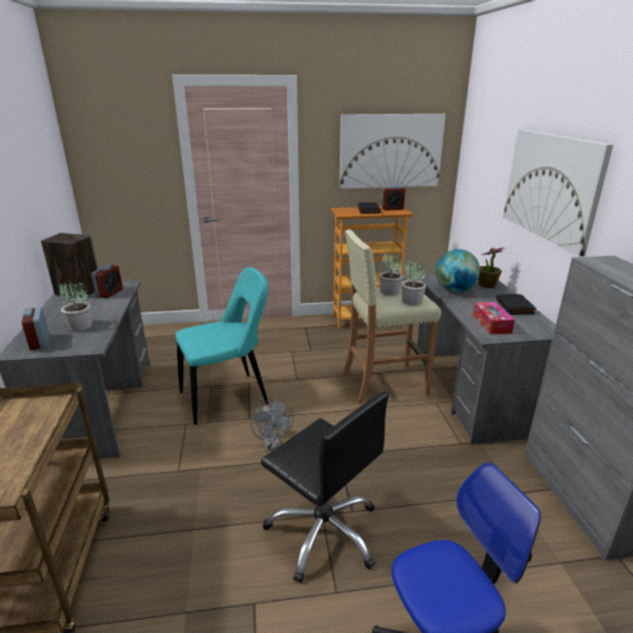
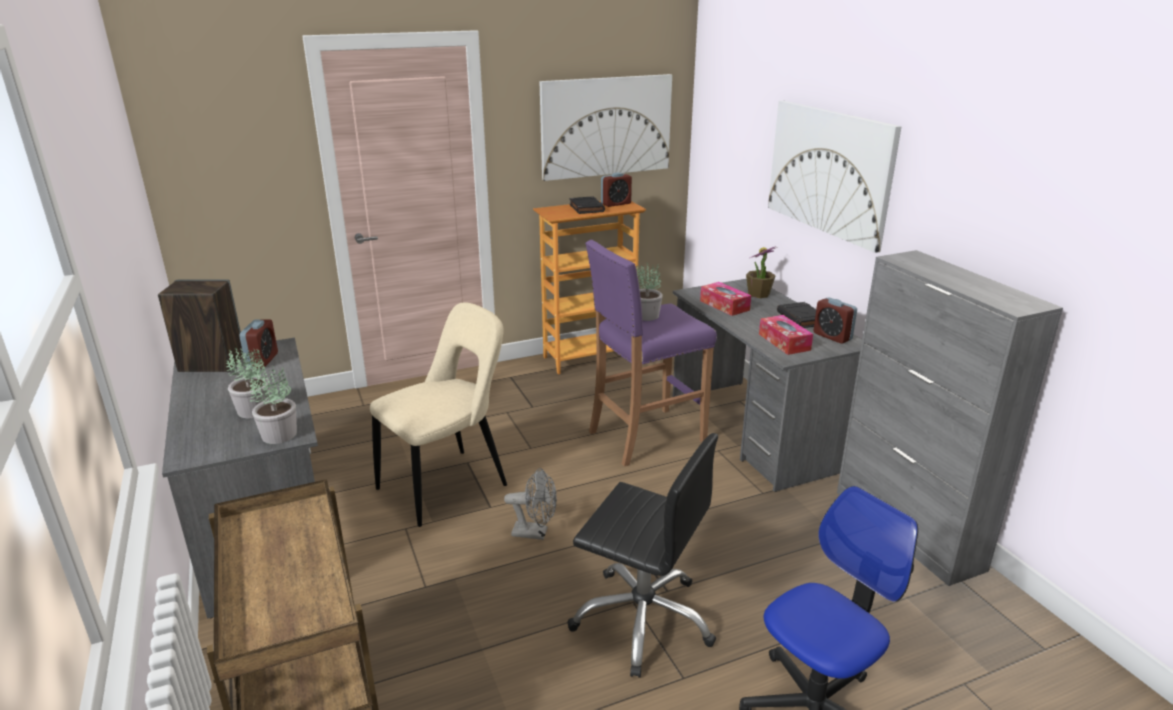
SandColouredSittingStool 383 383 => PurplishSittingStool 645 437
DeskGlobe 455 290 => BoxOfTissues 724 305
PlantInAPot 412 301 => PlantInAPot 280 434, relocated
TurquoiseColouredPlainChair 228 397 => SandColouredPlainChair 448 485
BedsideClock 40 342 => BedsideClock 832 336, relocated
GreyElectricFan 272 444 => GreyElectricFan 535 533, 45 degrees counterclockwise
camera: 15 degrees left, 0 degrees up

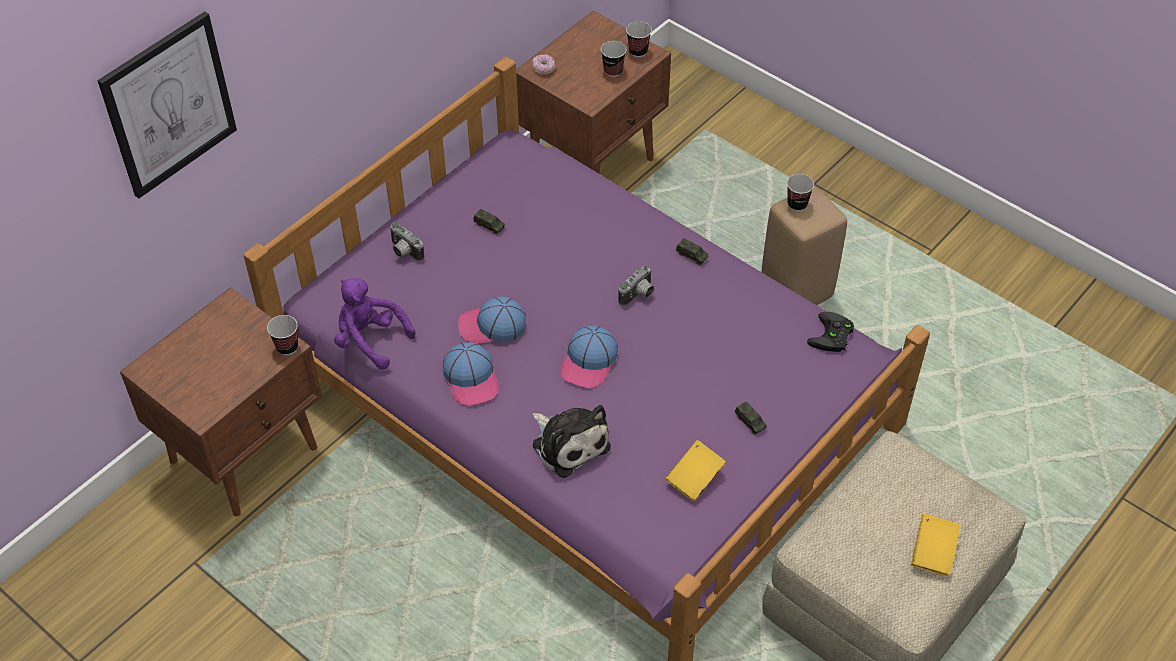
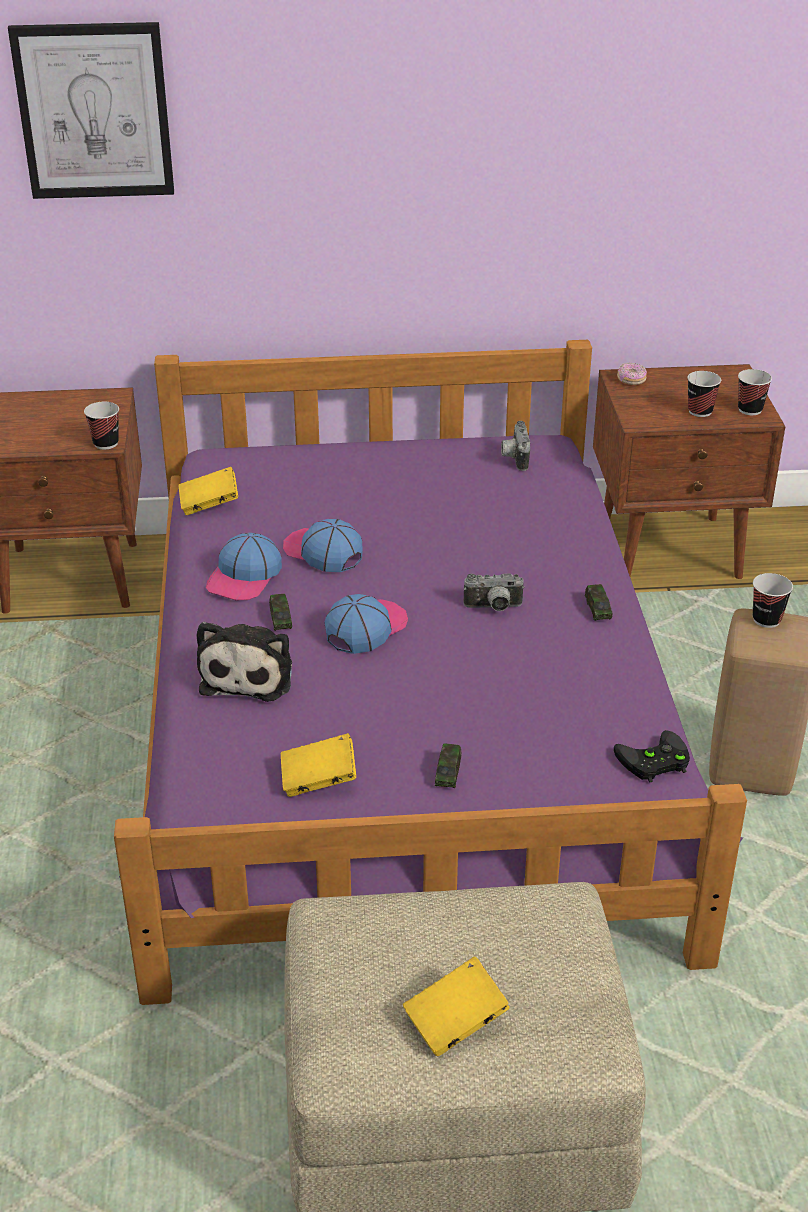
ToyCar 489 225 => ToyCar 280 619, relocated
PhotoCamera 404 252 => PhotoCamera 514 458, relocated
PurplishSoftToy 370 340 => YellowBook 209 504
PeakedCap 589 362 => PeakedCap 365 628, 150 degrees clockwise
camera: 45 degrees right, 15 degrees down

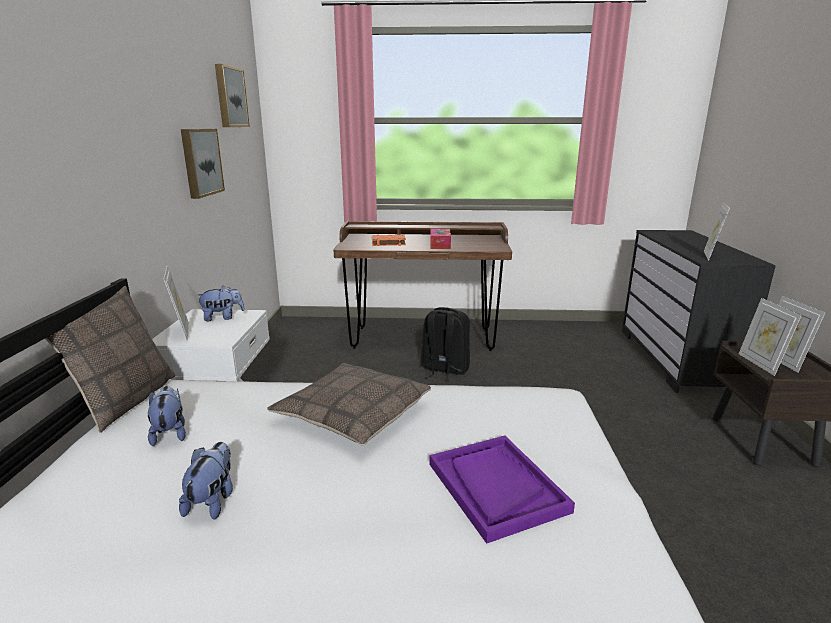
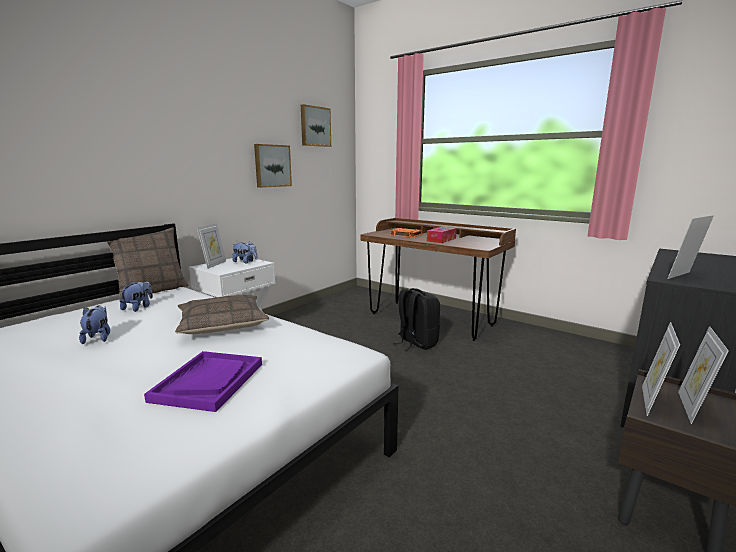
SoftToy 213 501 => SoftToy 98 338, 60 degrees counterclockwise
camera: 35 degrees right, 5 degrees down

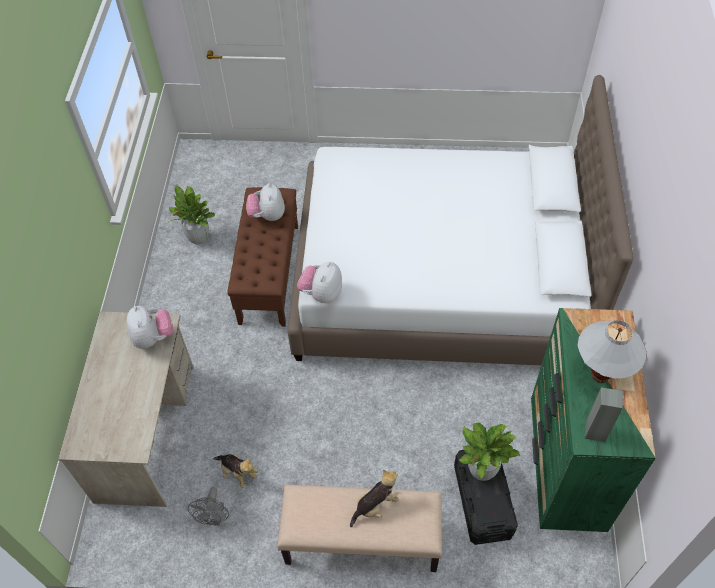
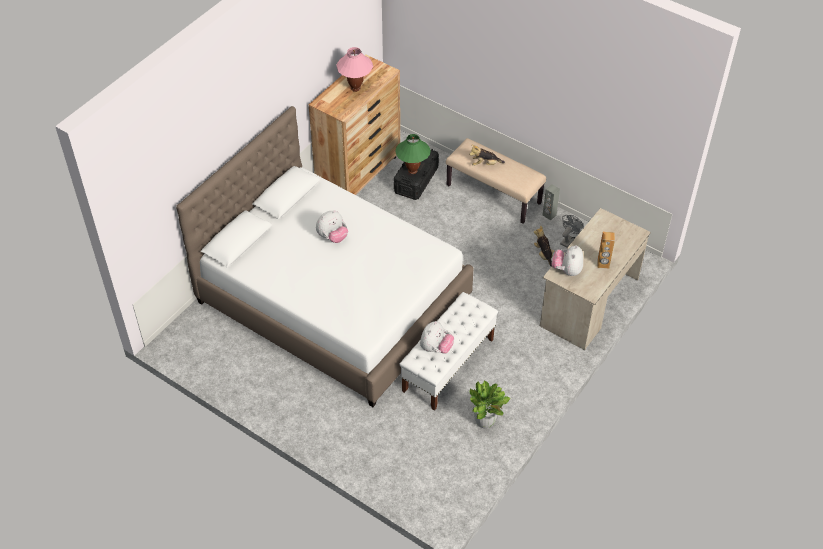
BrownIndoorBench 269 274 => WhitishIndoorBench 448 364
SoftToy 322 293 => SoftToy 332 237, relocated
GreenDrawerChest 565 467 => BrownDrawerChest 359 173
WhitishLampForATable 600 375 => PinkishLampForATable 355 88
GreySpeaker 595 431 => GreySpeaker 549 215, relocated
PlantInAPot 481 471 => GreenLampForATable 412 171
nothing => BrownSpeaker 603 264
camera: 150 degrees left, 5 degrees down

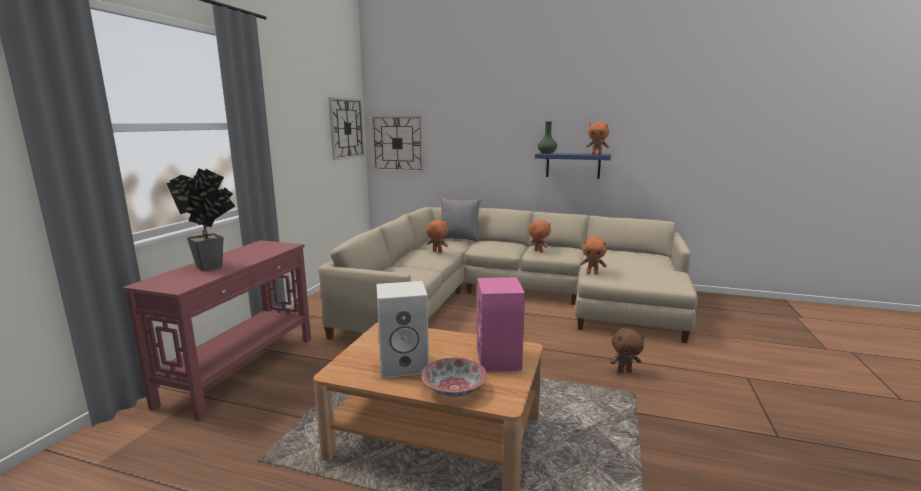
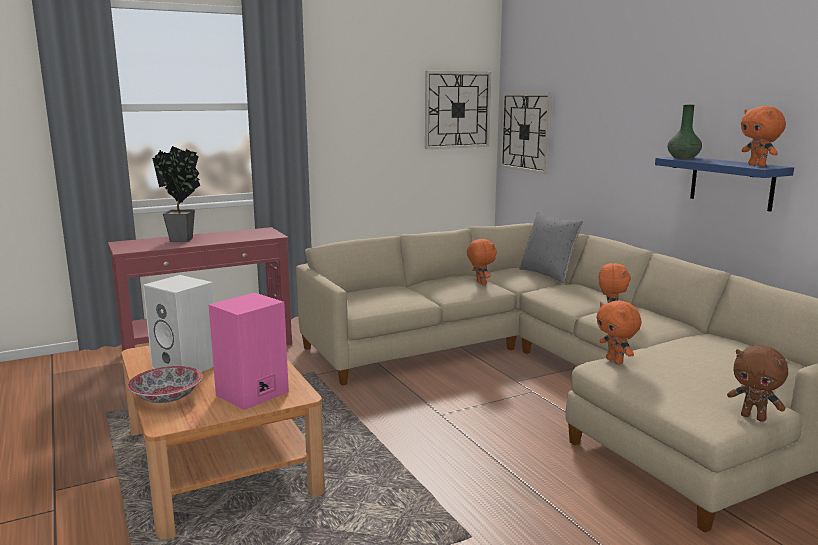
BrownSoftToy 624 371 => BrownSoftToy 753 417, relocated
camera: 45 degrees right, 0 degrees up

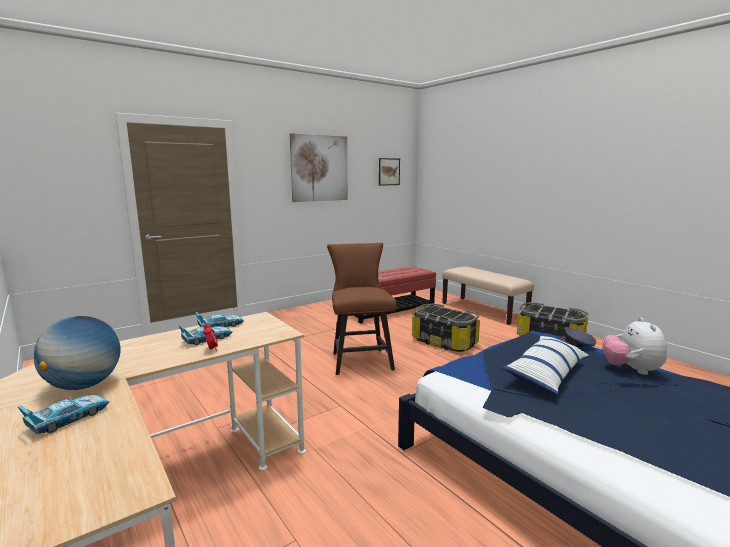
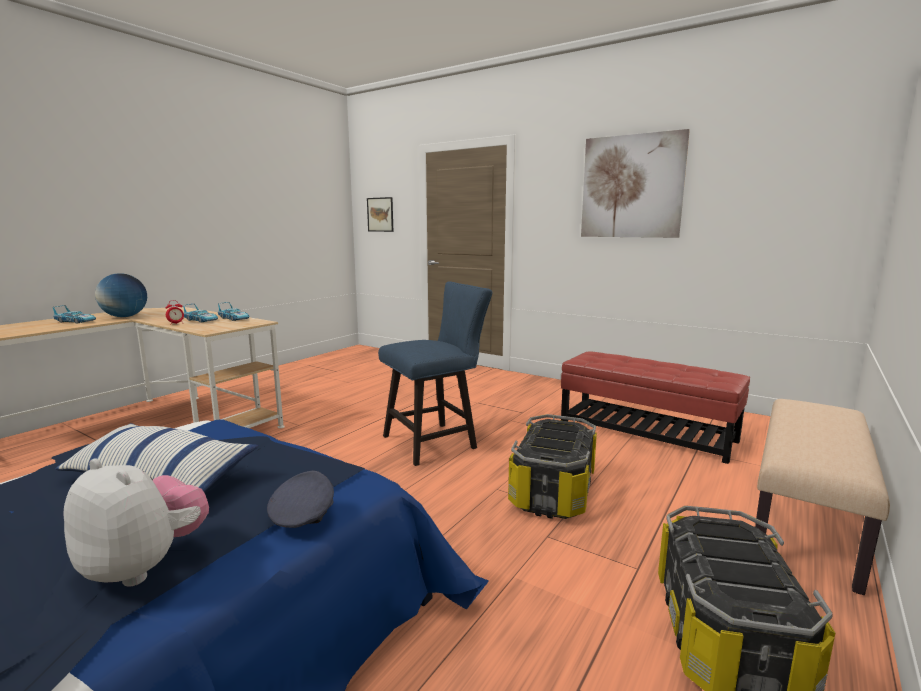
WallArt 389 171 => WallArt 380 214, relocated
BrownPlainChair 360 359 => BlueColouredPlainChair 436 441
SoftToy 631 370 => SoftToy 145 565, 45 degrees clockwise
camera: 70 degrees right, 0 degrees up

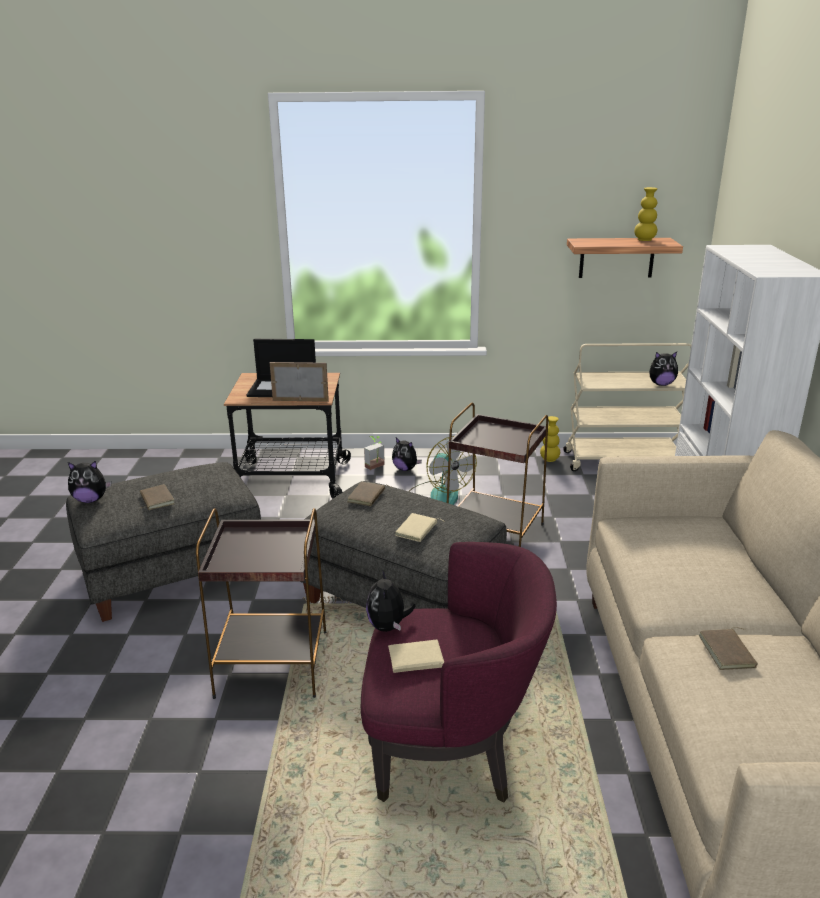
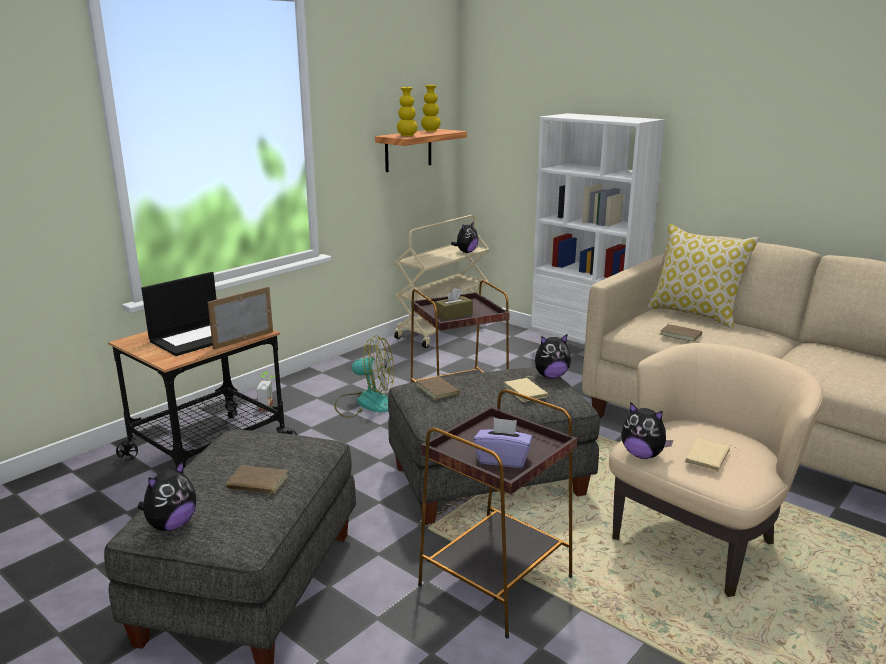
YellowDecorativeVase 549 459 => YellowDecorativeVase 407 136, relocated
SoftToy 405 469 => SoftToy 551 376, relocated
PurplishArmchair 452 749 => SandColouredArmchair 698 540
BrownBook 728 652 => BrownBook 681 334, relocated
nothing => ThrowPillow 695 315
nothing => BrownBoxOfTissues 453 315
nothing => PurplishBoxOfTissues 502 459
camera: 50 degrees left, 5 degrees down

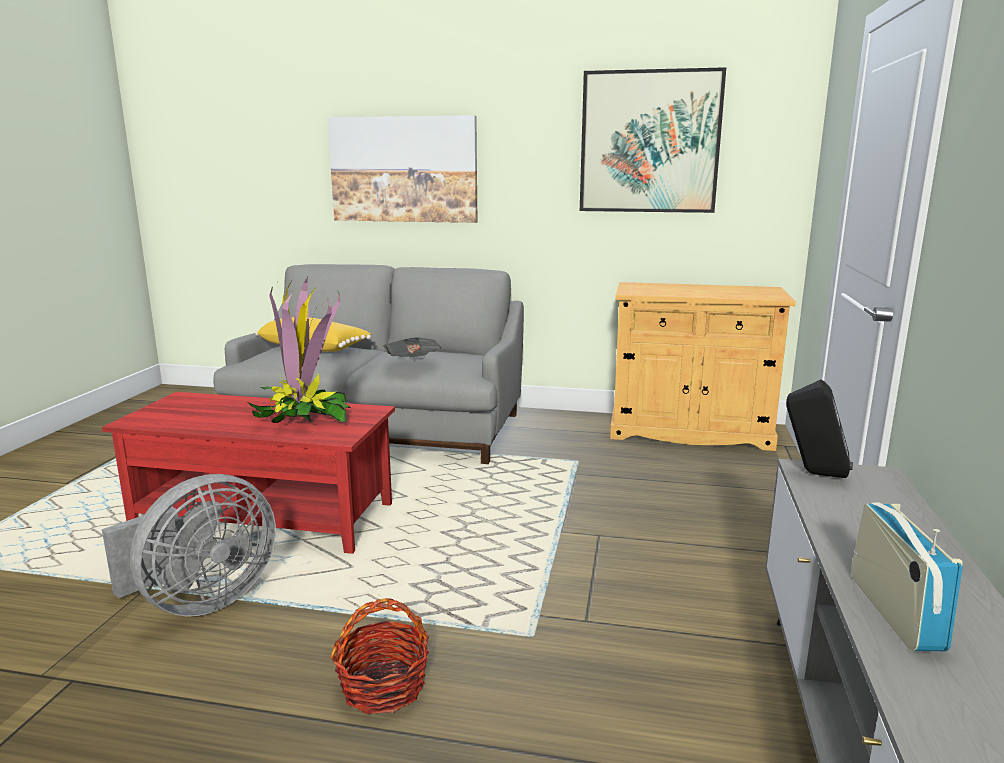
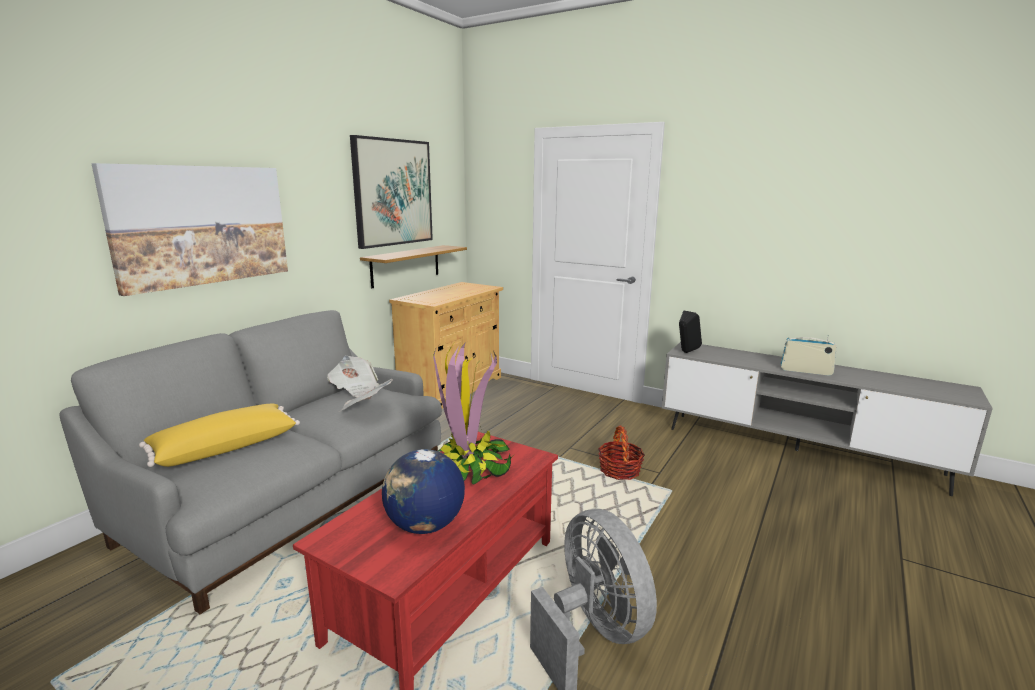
Basket 383 686 => Basket 619 470, relocated
nothing => Shelf 406 265
nothing => Newspaper 353 388
nothing => DeskGlobe 424 526
camera: 70 degrees left, 0 degrees up

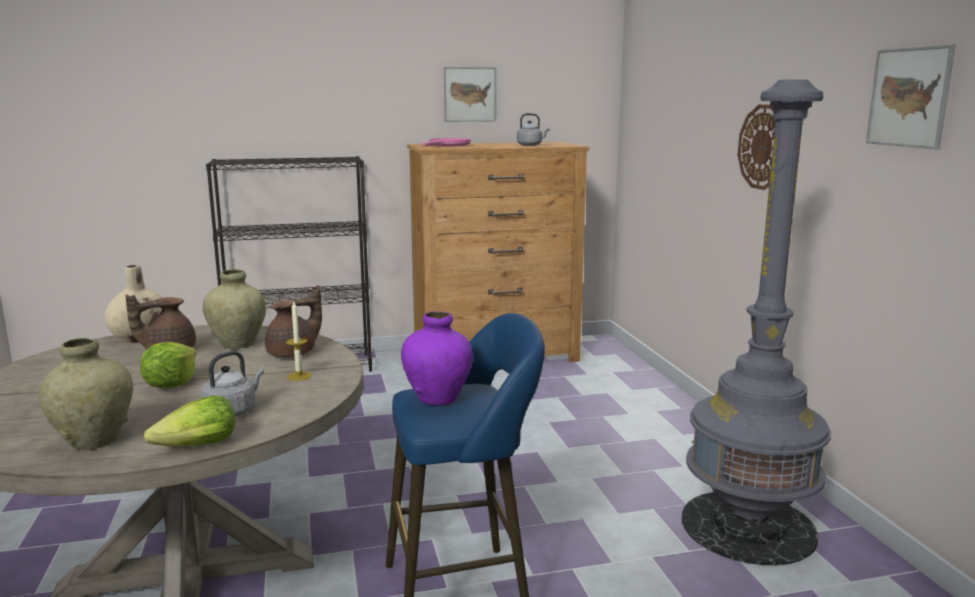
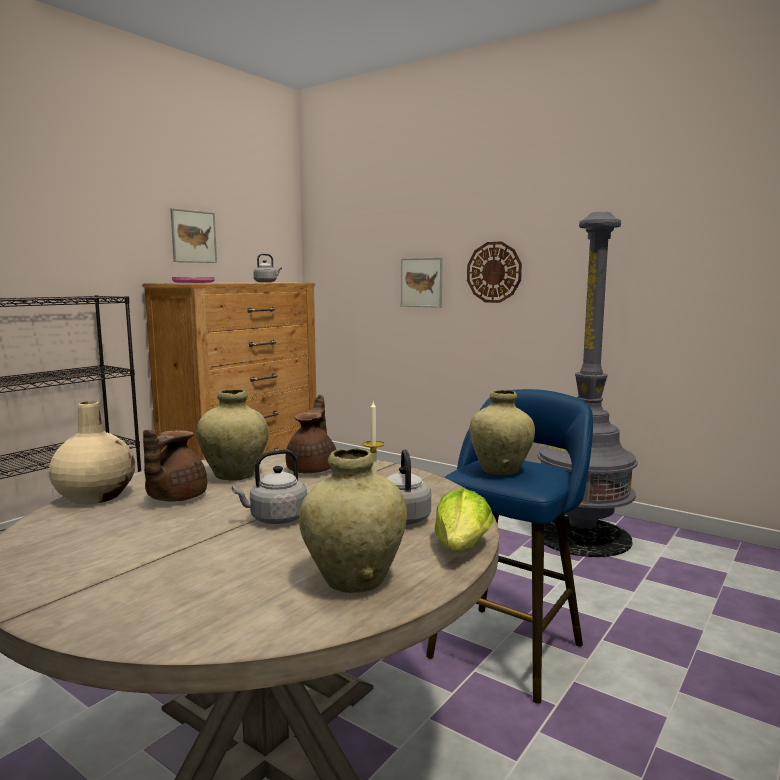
WallArt 909 97 => WallArt 421 282, relocated
PurplishDecorativeVase 437 399 => SandColouredDecorativeVase 500 470
HeadOfLettuce 171 385 => GreyWaterKettle 275 519
camera: 40 degrees left, 5 degrees down

